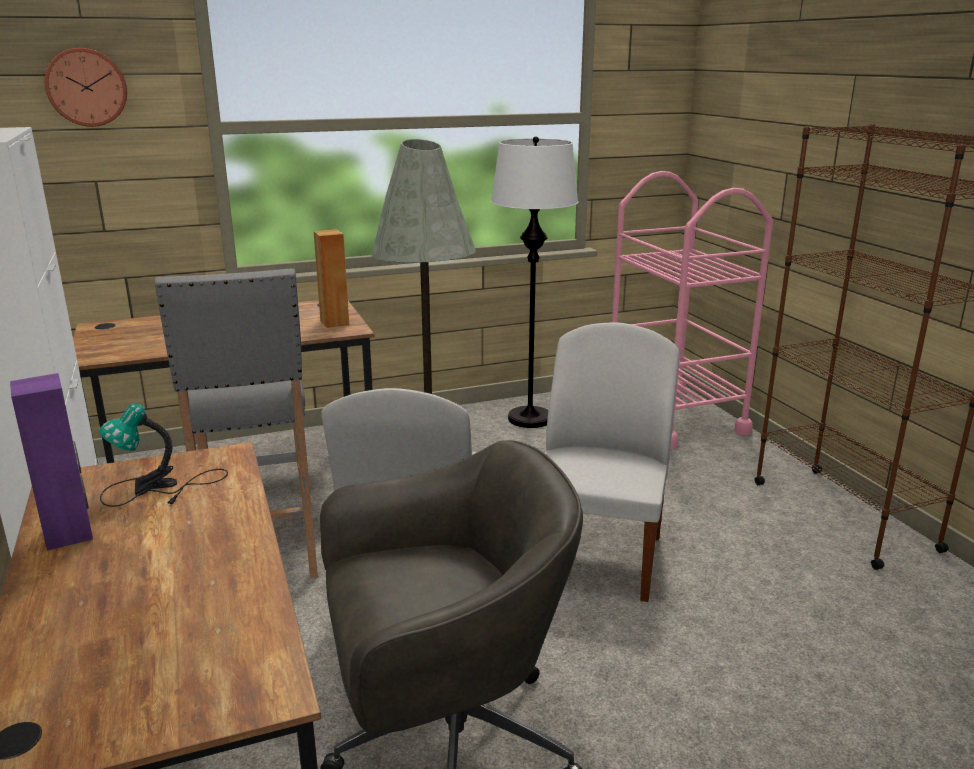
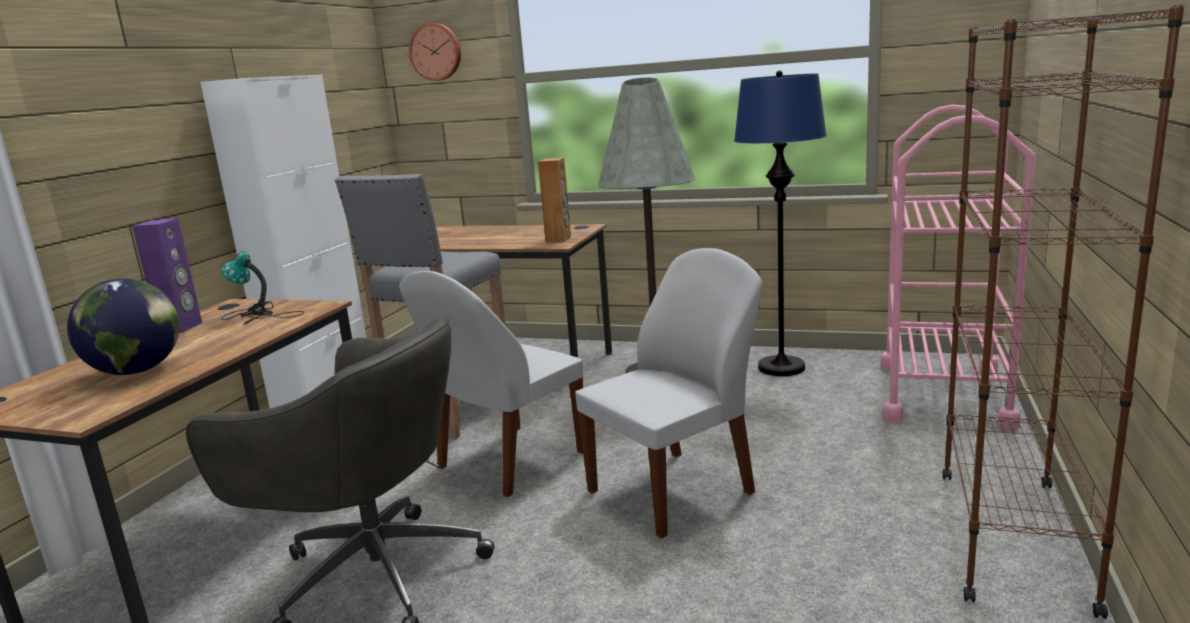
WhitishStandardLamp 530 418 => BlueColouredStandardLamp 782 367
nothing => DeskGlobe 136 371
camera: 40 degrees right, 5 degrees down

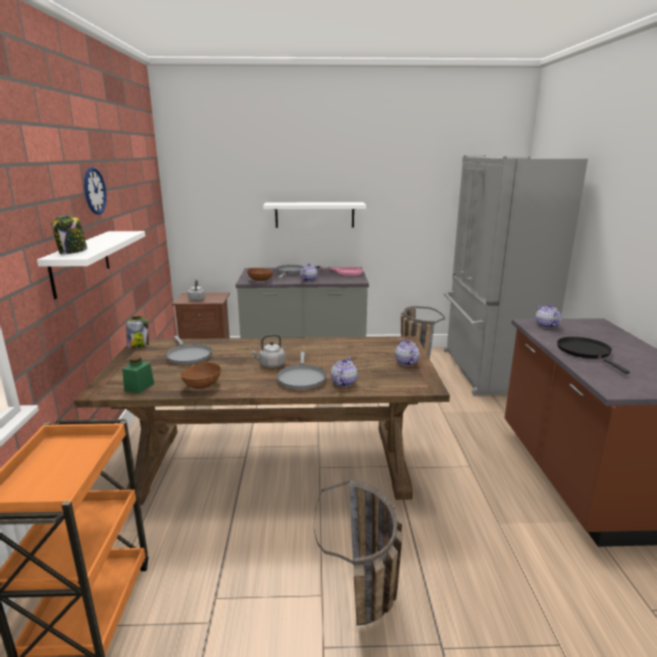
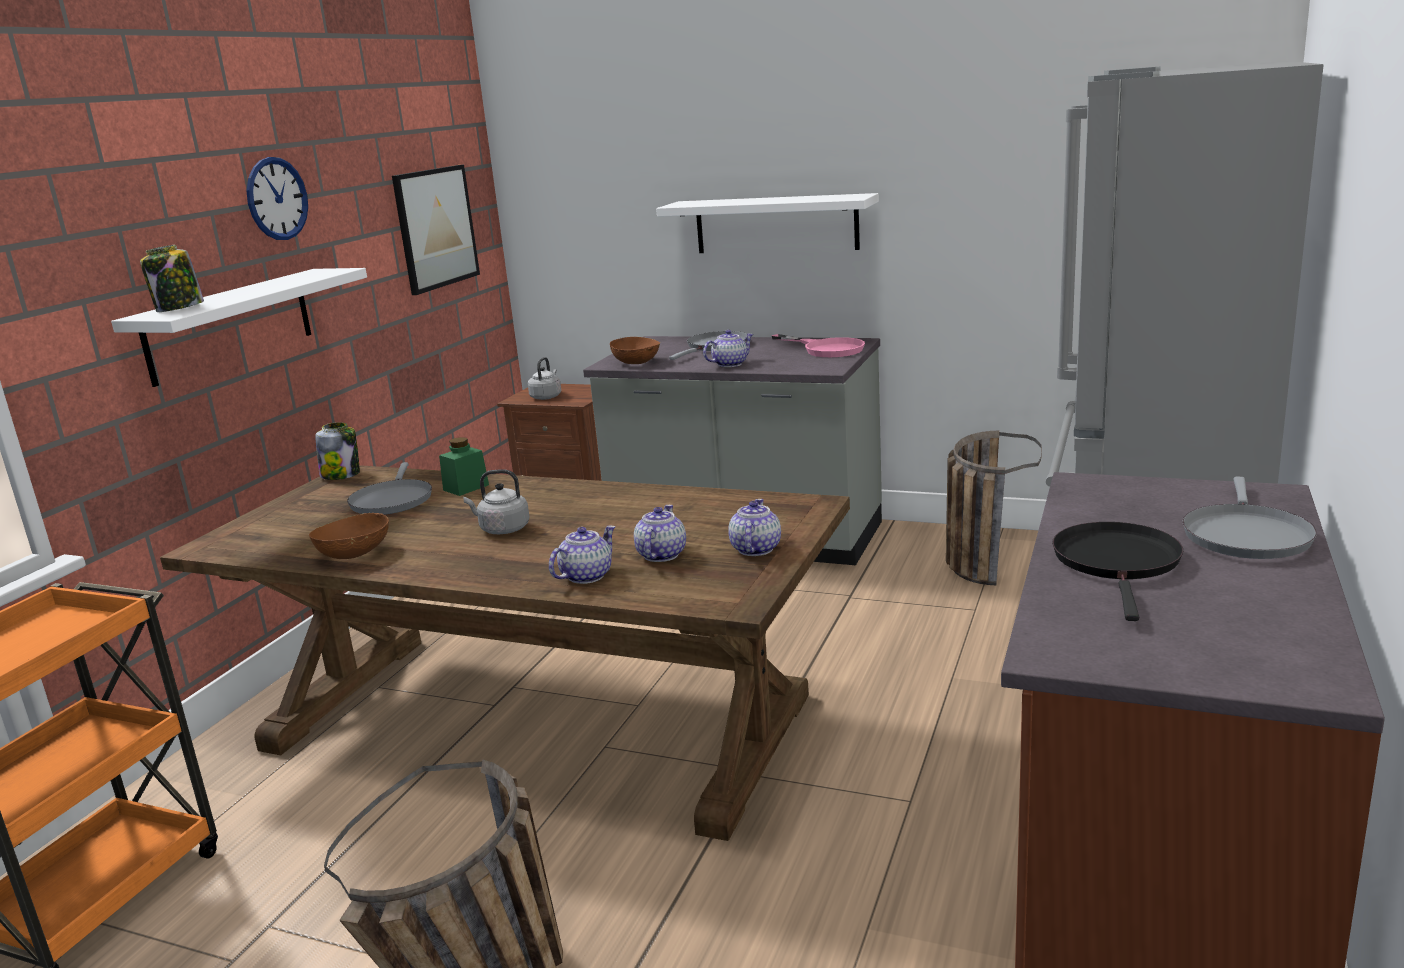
PotForTea 546 325 => PotForTea 661 555, relocated
GreySkillet 301 378 => GreySkillet 1245 535, relocated
GreenJar 139 387 => GreenJar 466 487, relocated
nothing => WallArt 436 228
camera: 25 degrees right, 0 degrees up

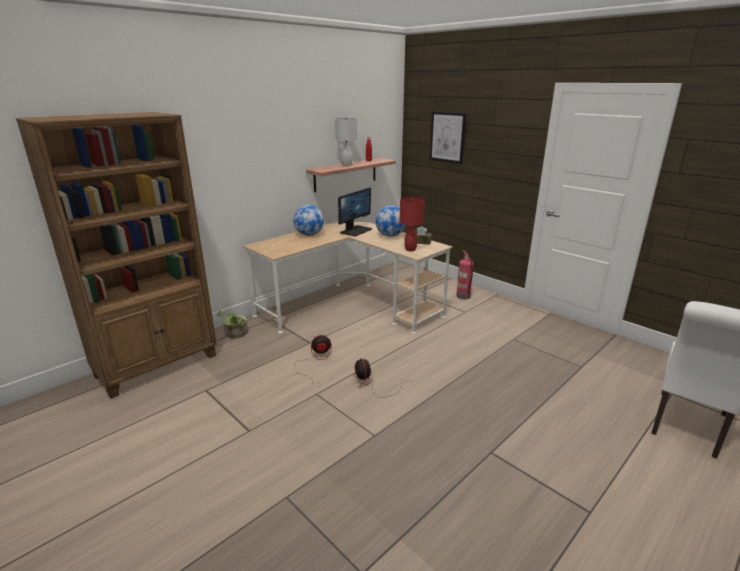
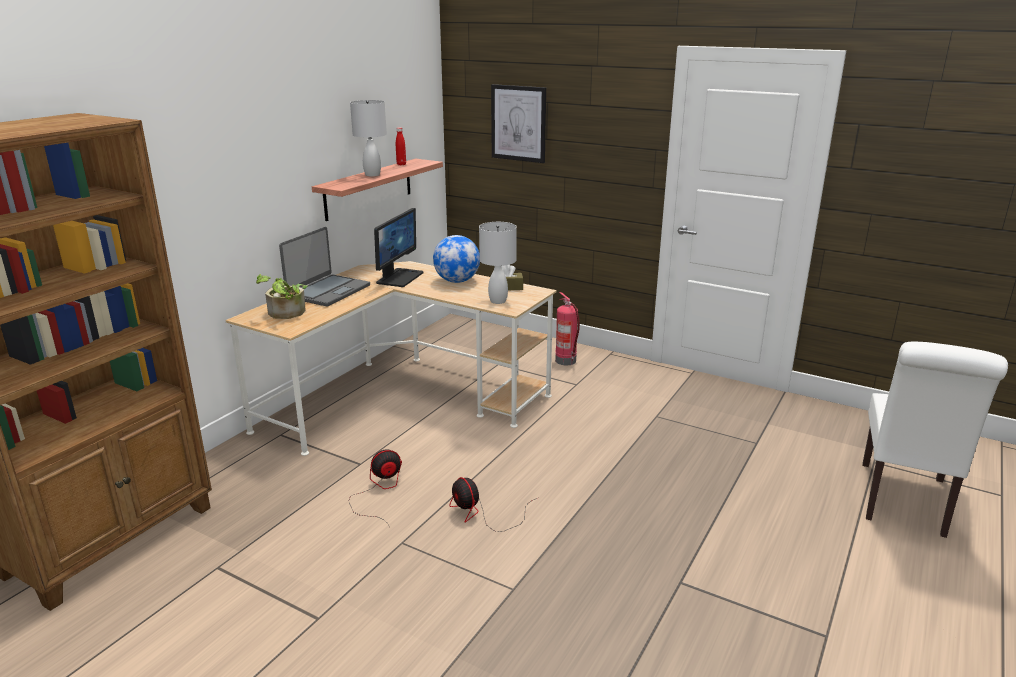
ReddishLampForATable 410 249 => WhitishLampForATable 497 301
DeskGlobe 309 235 => PortableComputer 328 291
PlantInAPot 235 334 => PlantInAPot 285 314, relocated
camera: 15 degrees left, 0 degrees up

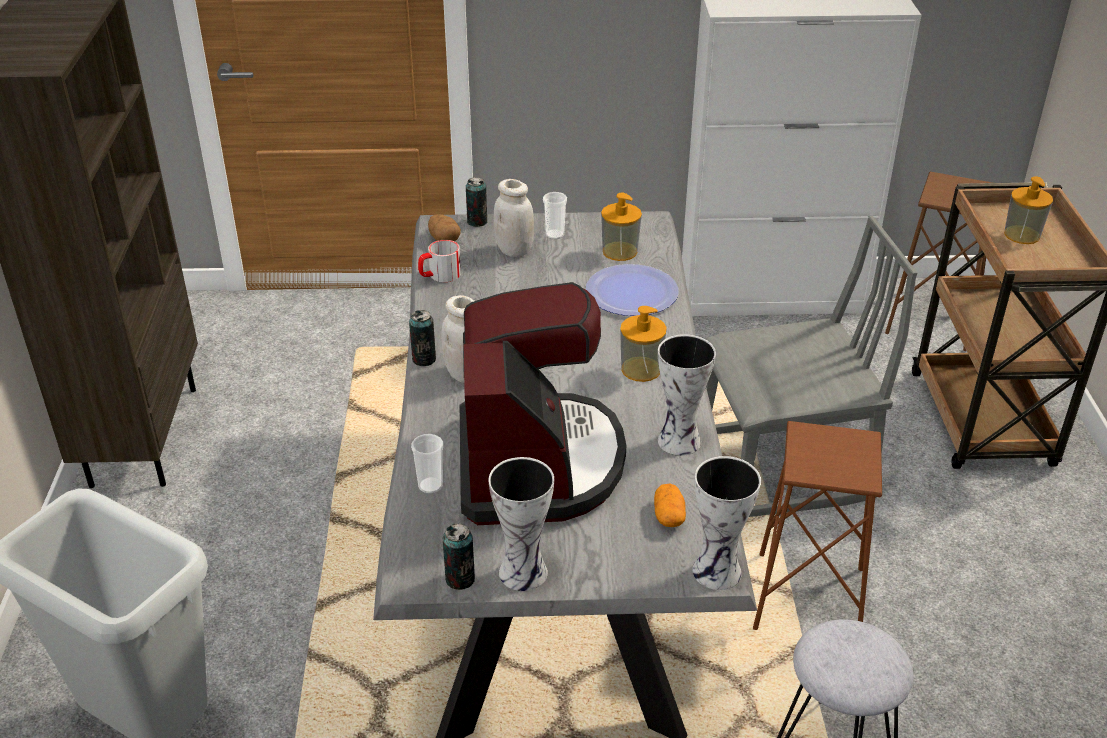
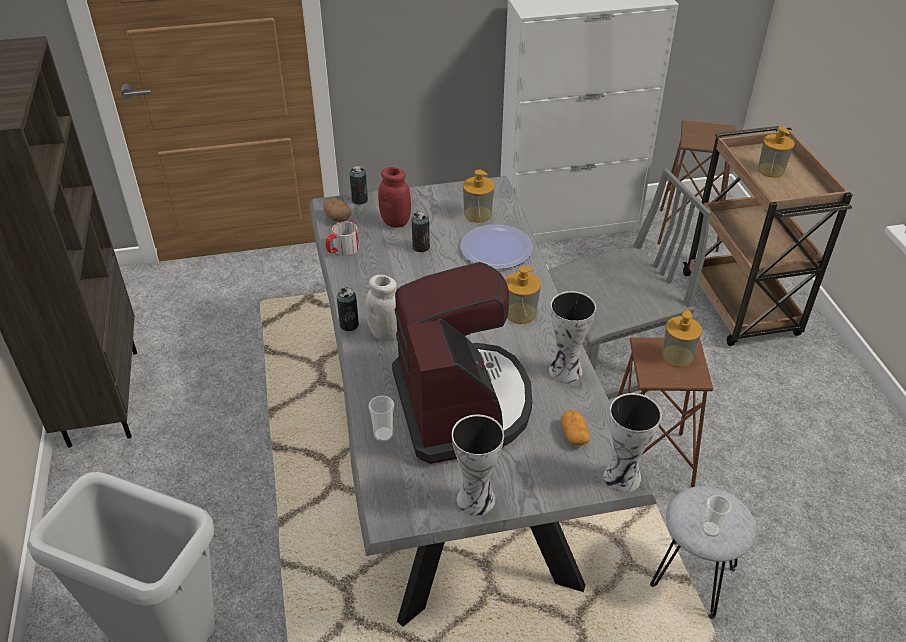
WhitishJar 514 250 => ReddishJar 395 222
DrinkingCup 554 235 => DrinkingCup 711 529, relocated
MetalCan 460 579 => MetalCan 421 247, relocated
nothing => SoapBottle 677 356
camera: 10 degrees left, 5 degrees up

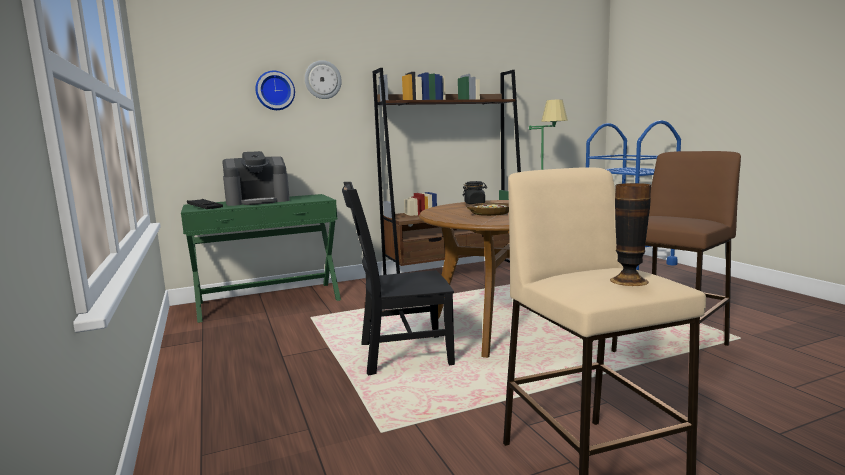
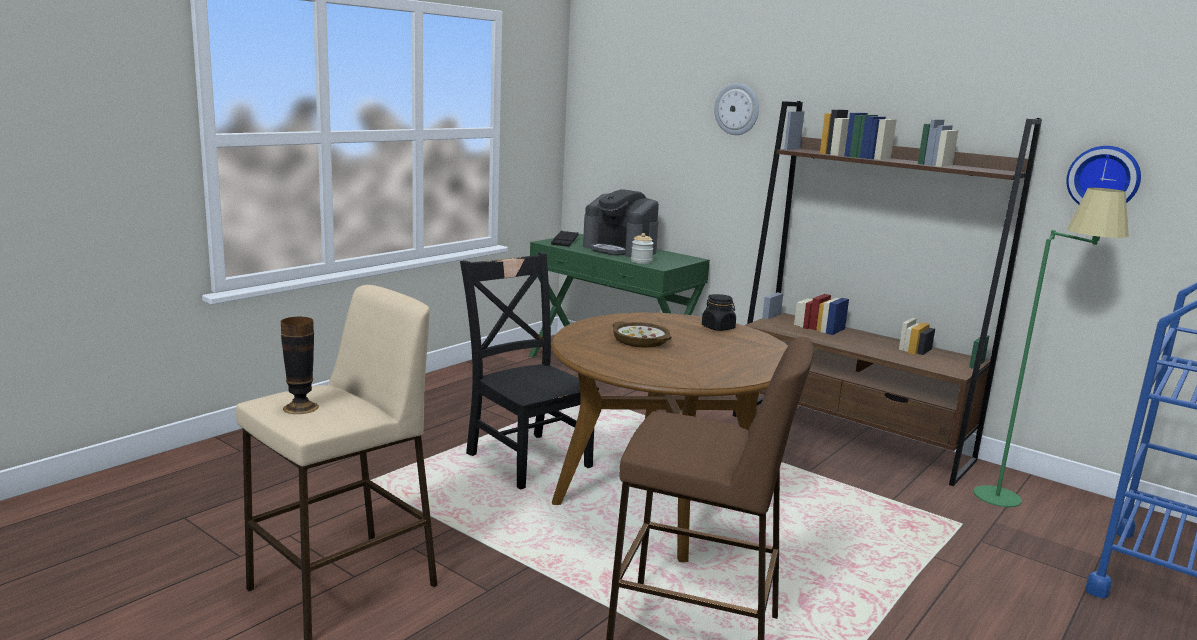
WallClock 275 91 => WallClock 1104 178, relocated
nothing => Jar 641 261
camera: 60 degrees right, 5 degrees up

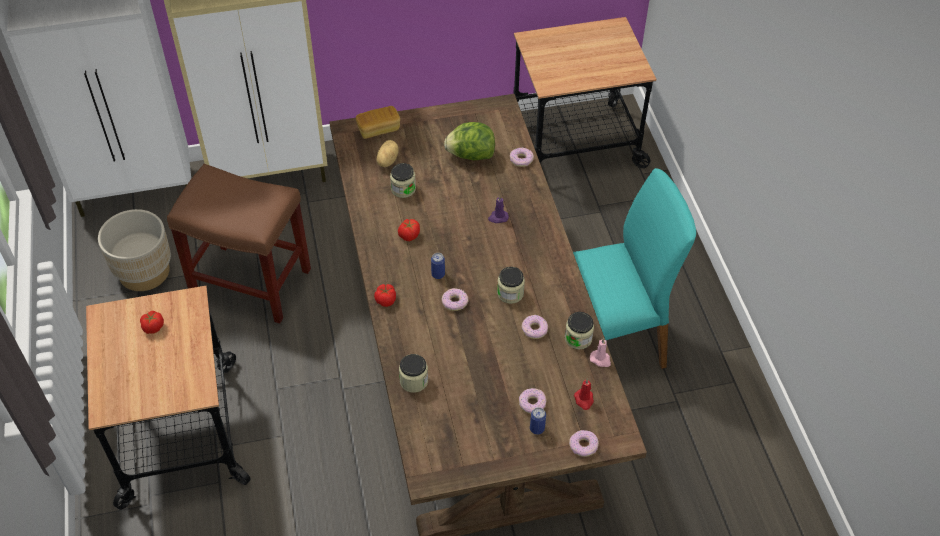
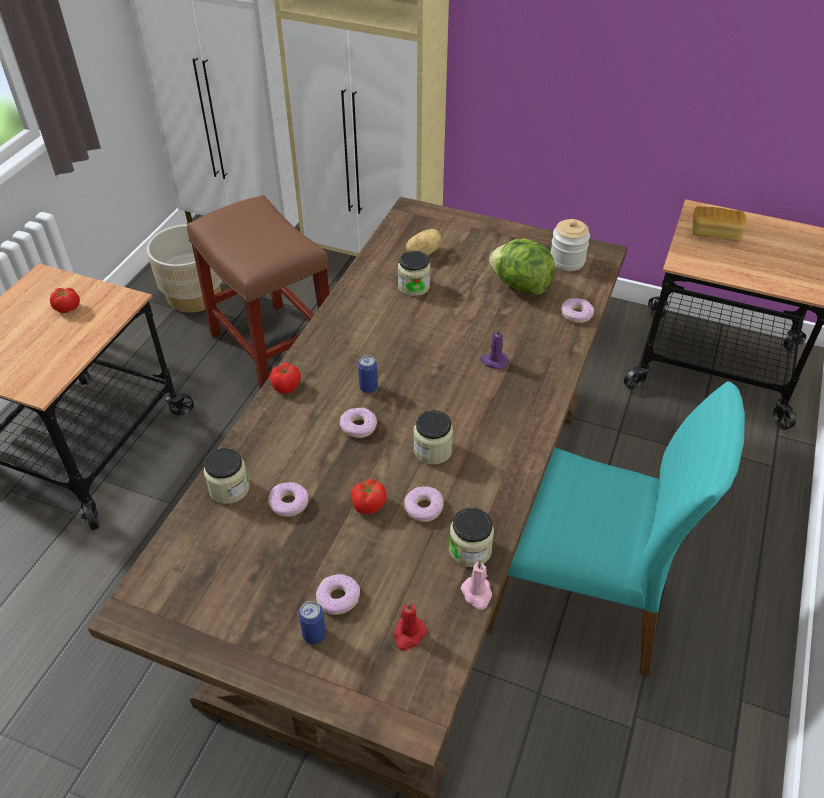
BakeryBread 378 129 => BakeryBread 715 233, relocated
WholeTomato 409 236 => WholeTomato 368 505, relocated
Doughnut 583 446 => Doughnut 289 503, relocated
nothing => Jar 567 261
camera: 35 degrees right, 5 degrees down

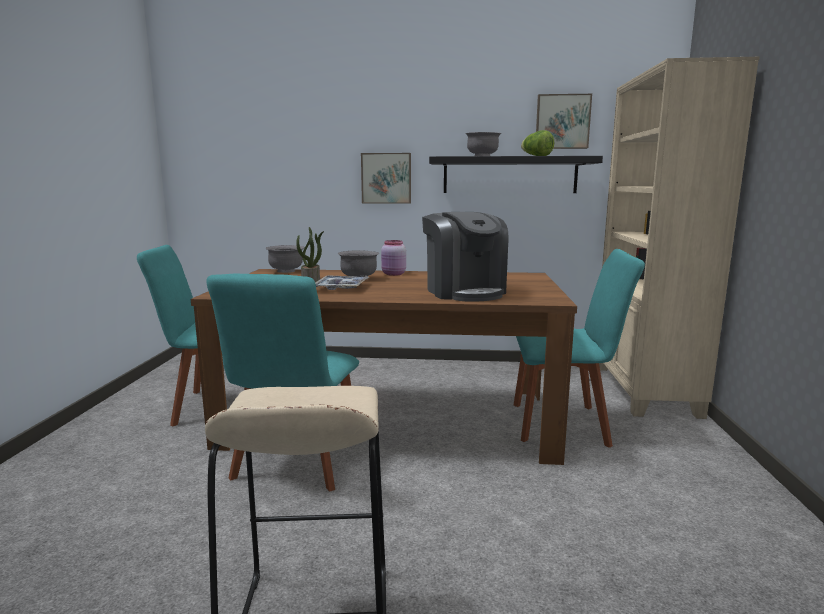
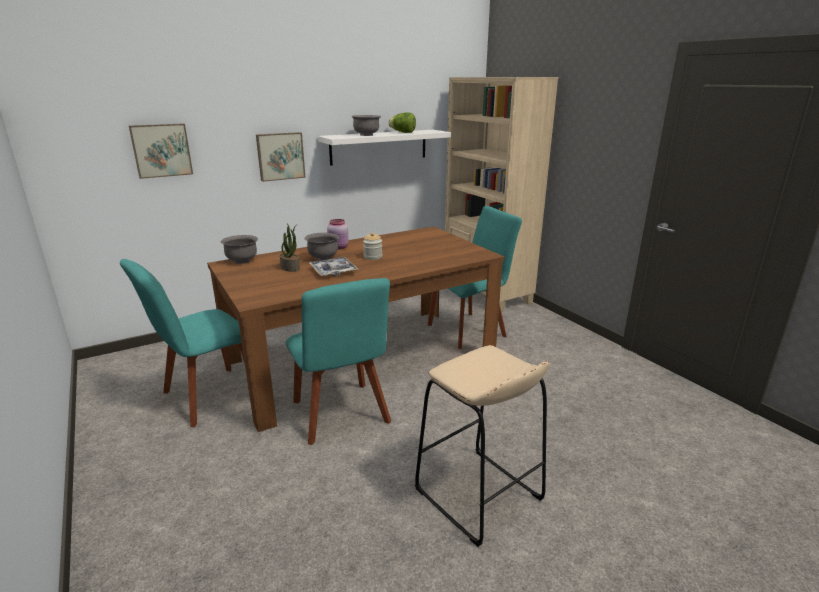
WallArt 562 122 => WallArt 161 150, relocated
BlackShelf 510 175 => WhitishShelf 379 147
CoffeeMaker 464 292 => nothing
nothing => Jar 373 257
camera: 35 degrees left, 10 degrees up

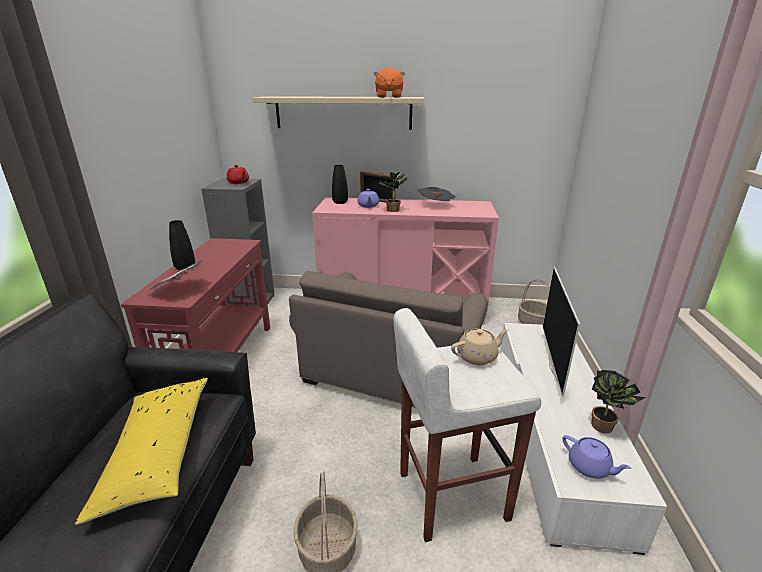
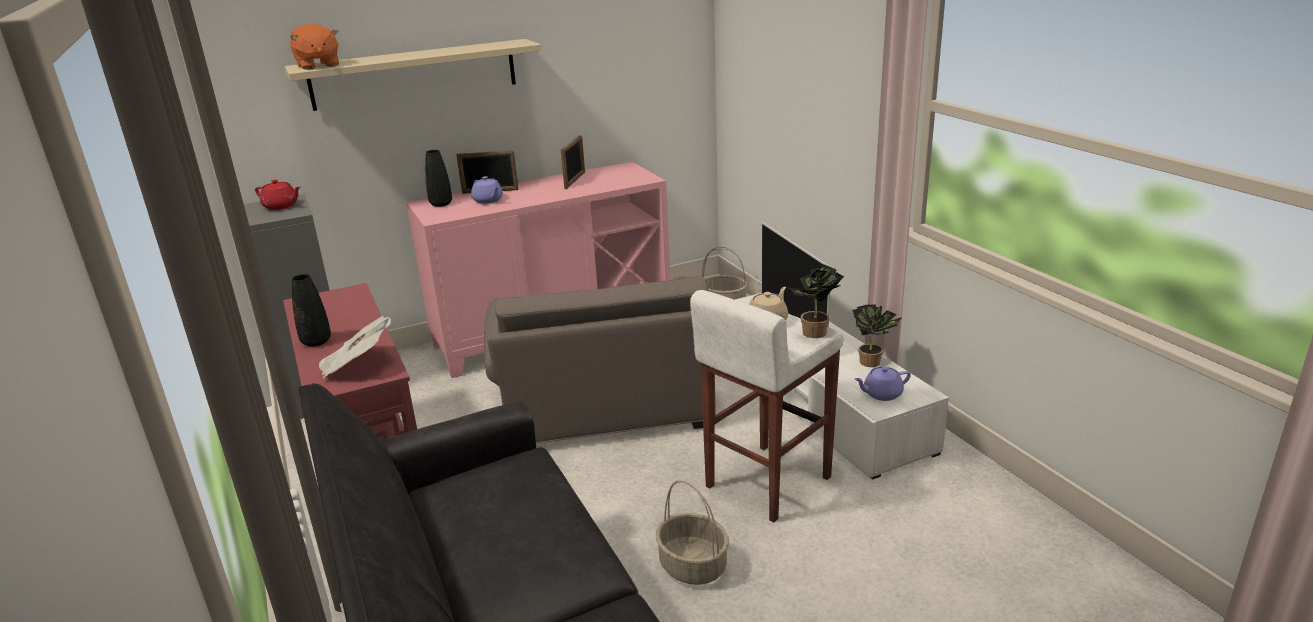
OrangeColouredSoftToy 388 97 => OrangeColouredSoftToy 317 66, relocated
PlantInAPot 392 210 => PlantInAPot 815 334, relocated
Newspaper 436 205 => PictureFrame 575 180
YellowThrowPillow 157 453 => nothing
PurplishPotForTea 590 467 => PurplishPotForTea 881 394, 150 degrees clockwise
camera: 30 degrees left, 0 degrees up

